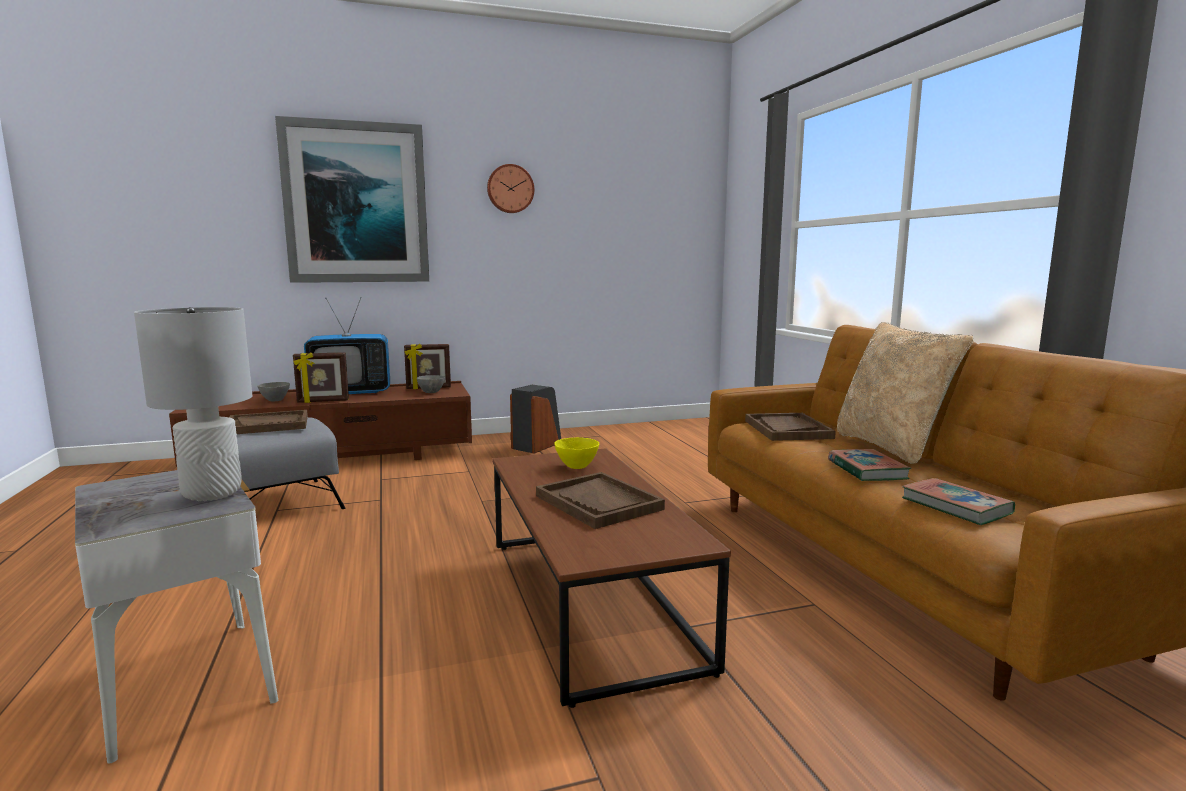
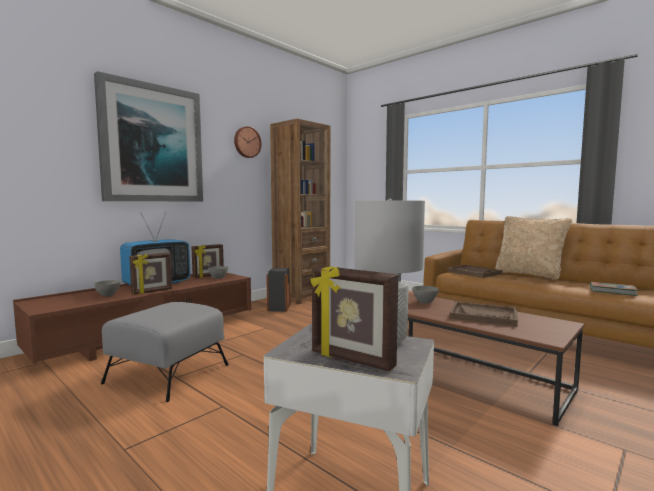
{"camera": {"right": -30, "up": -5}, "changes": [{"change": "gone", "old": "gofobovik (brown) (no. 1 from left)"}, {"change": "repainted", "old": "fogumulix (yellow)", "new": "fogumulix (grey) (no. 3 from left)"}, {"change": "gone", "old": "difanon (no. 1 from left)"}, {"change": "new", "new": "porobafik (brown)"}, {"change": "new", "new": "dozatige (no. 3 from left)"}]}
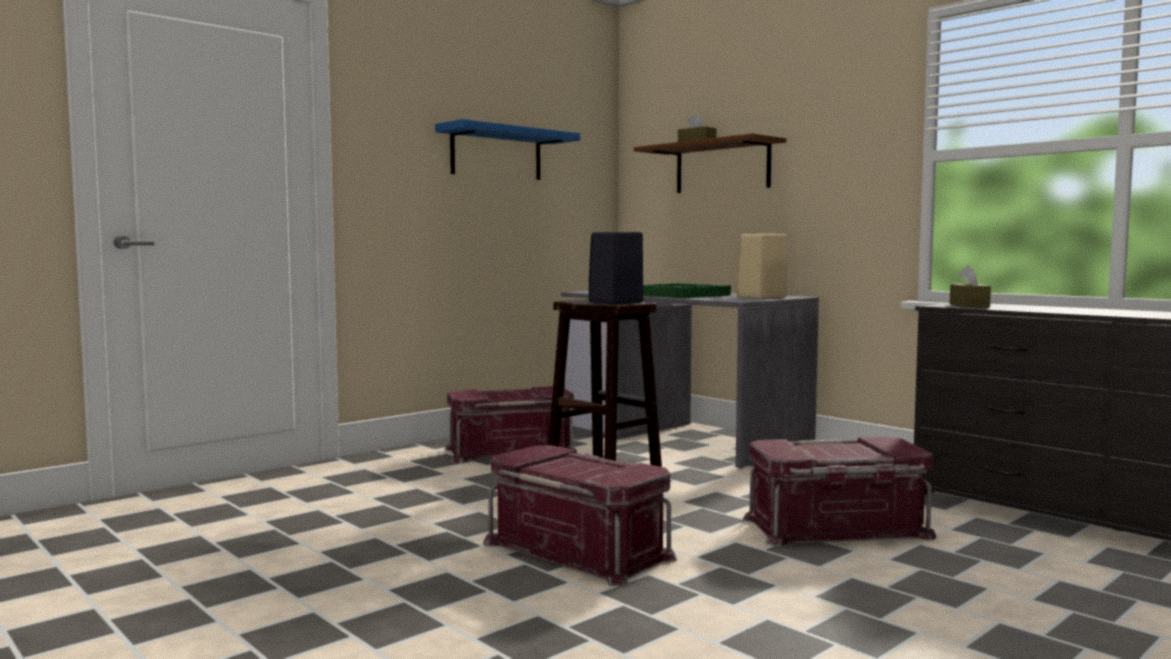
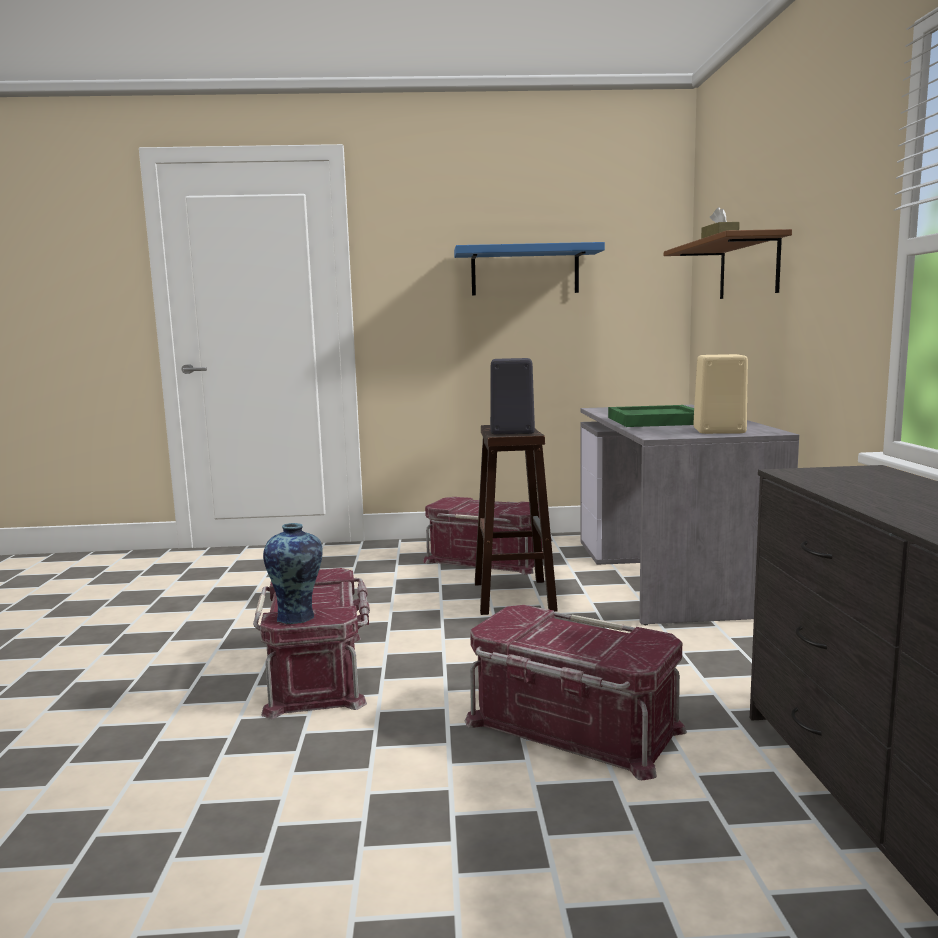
{"camera": {"right": 40, "up": 5}, "changes": [{"change": "gone", "old": "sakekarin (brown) (no. 2 from left)"}, {"change": "new", "new": "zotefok"}]}
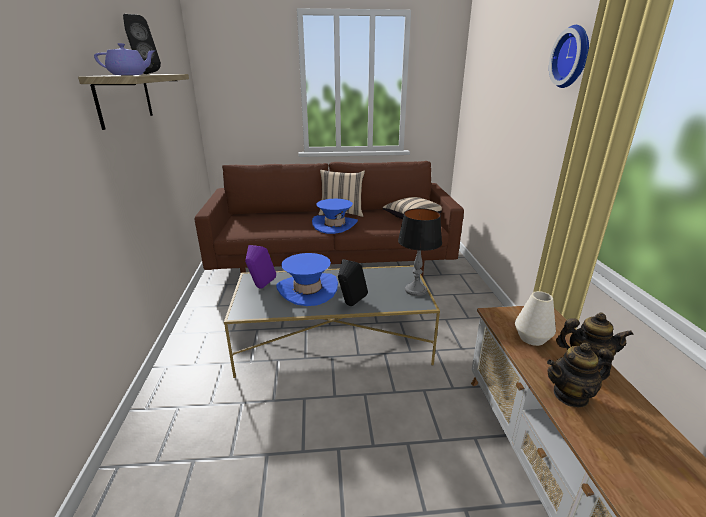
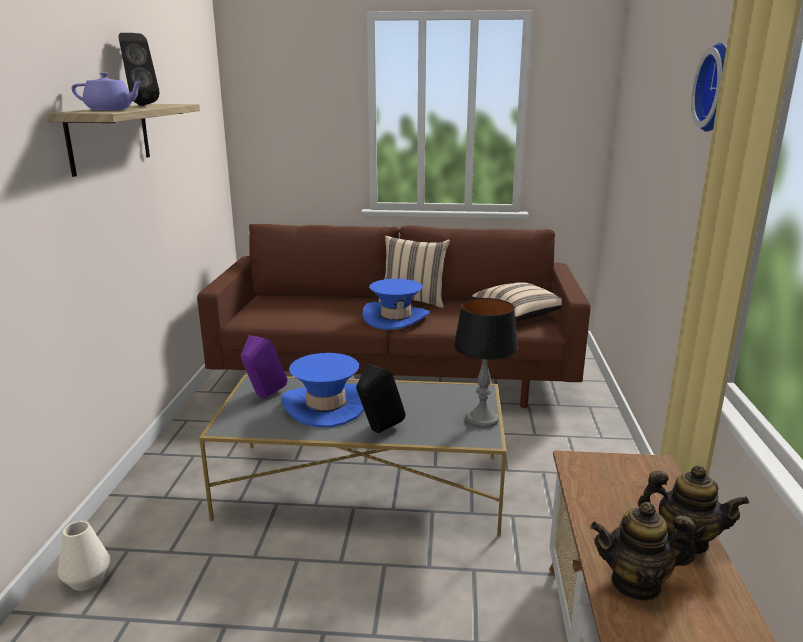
{"camera": {"right": 10, "up": -5}, "changes": [{"change": "shifted", "old": "zotefok (white)"}]}
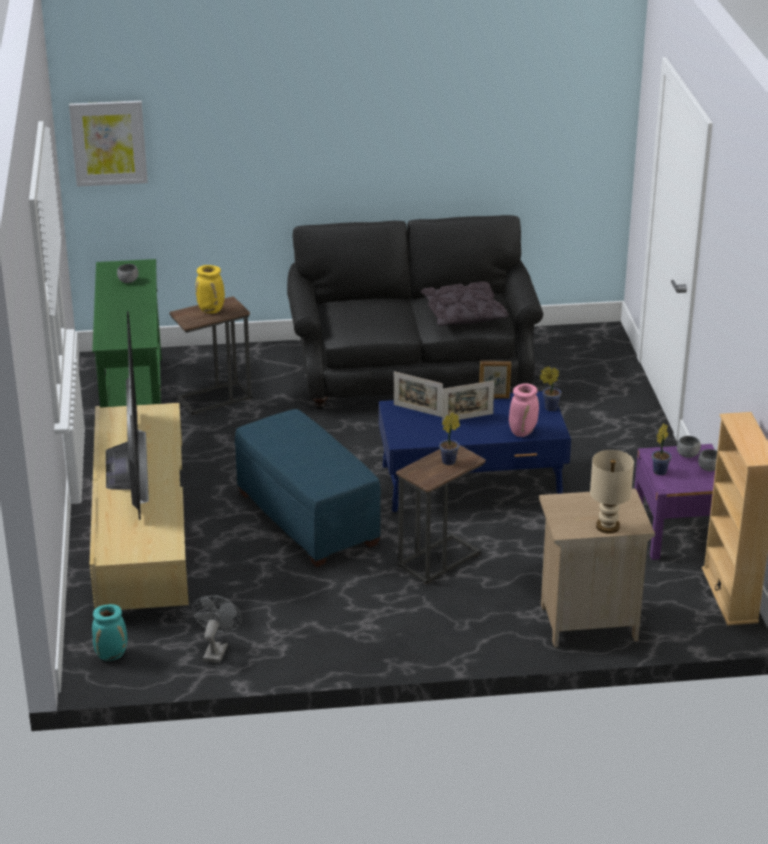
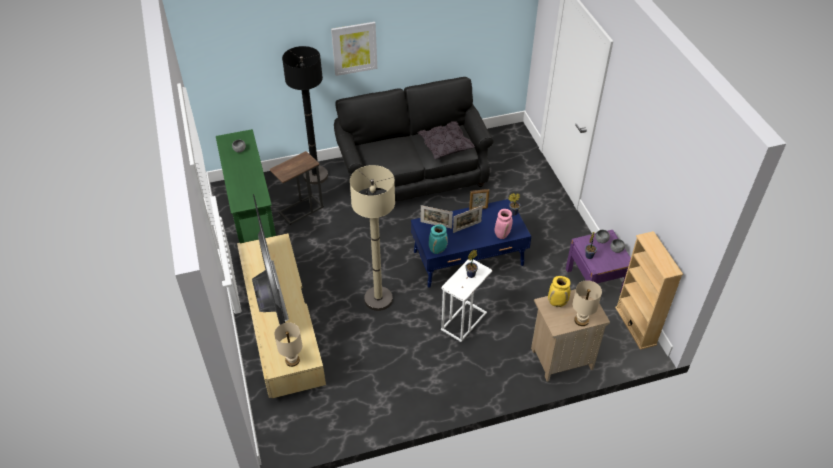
{"camera": {"right": -10, "up": 15}, "changes": [{"change": "shifted", "old": "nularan"}, {"change": "shifted", "old": "zotefok (yellow)"}, {"change": "swapped", "old": "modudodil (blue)", "new": "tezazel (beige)"}, {"change": "repainted", "old": "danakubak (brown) (no. 2 from left)", "new": "danakubak (white)"}, {"change": "gone", "old": "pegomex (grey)"}, {"change": "shifted", "old": "zotefok (turquoise)"}, {"change": "new", "new": "tezazel (black)"}, {"change": "new", "new": "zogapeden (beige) (no. 1 from left)"}]}
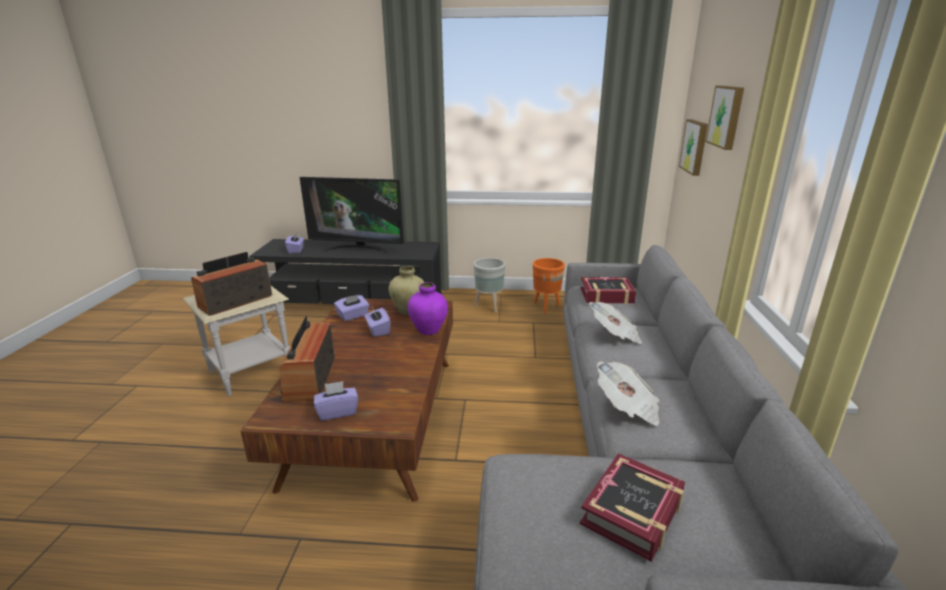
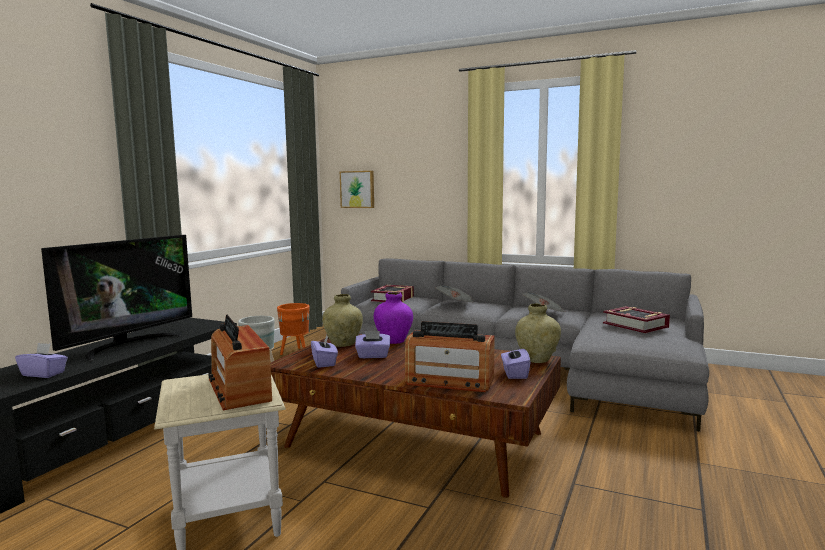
{"camera": {"right": -70, "up": -15}, "changes": [{"change": "gone", "old": "nularan (no. 2 from left)"}, {"change": "new", "new": "zotefok (beige) (no. 2 from left)"}]}
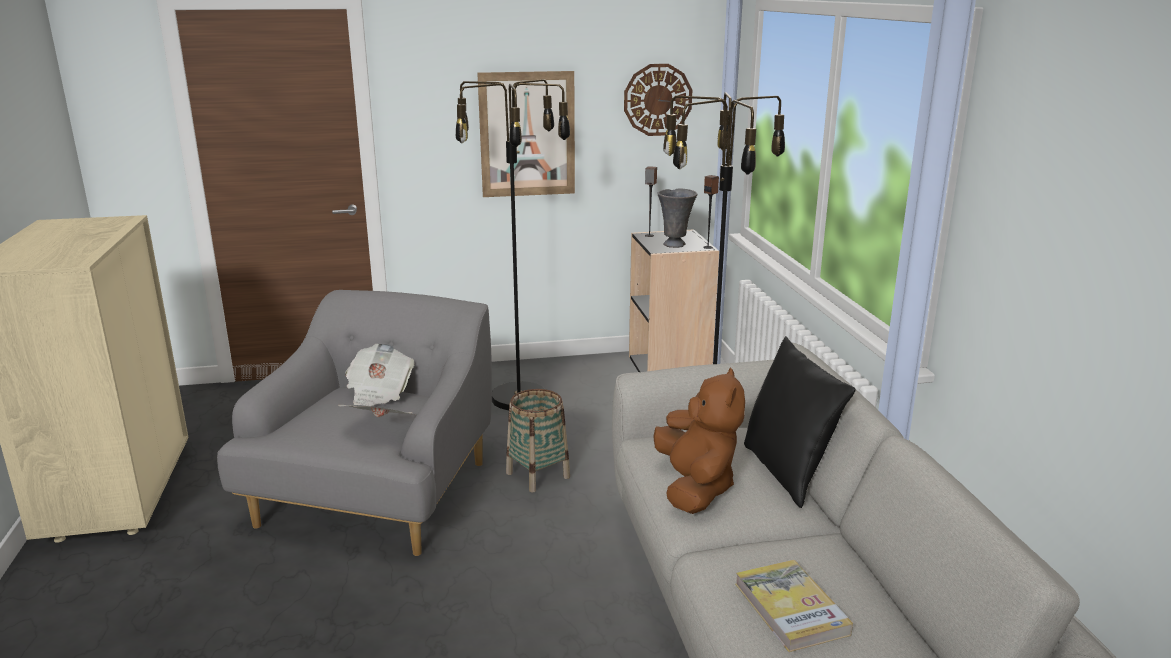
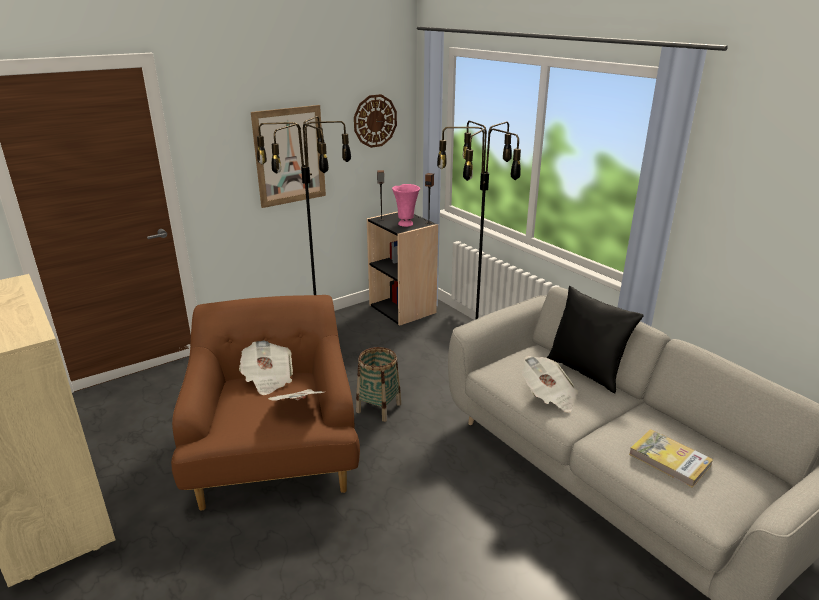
{"camera": {"right": -25, "up": 5}, "changes": [{"change": "repainted", "old": "zotefok (grey)", "new": "zotefok (pink)"}, {"change": "repainted", "old": "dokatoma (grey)", "new": "dokatoma (brown)"}, {"change": "swapped", "old": "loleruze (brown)", "new": "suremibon (no. 3 from left)"}]}
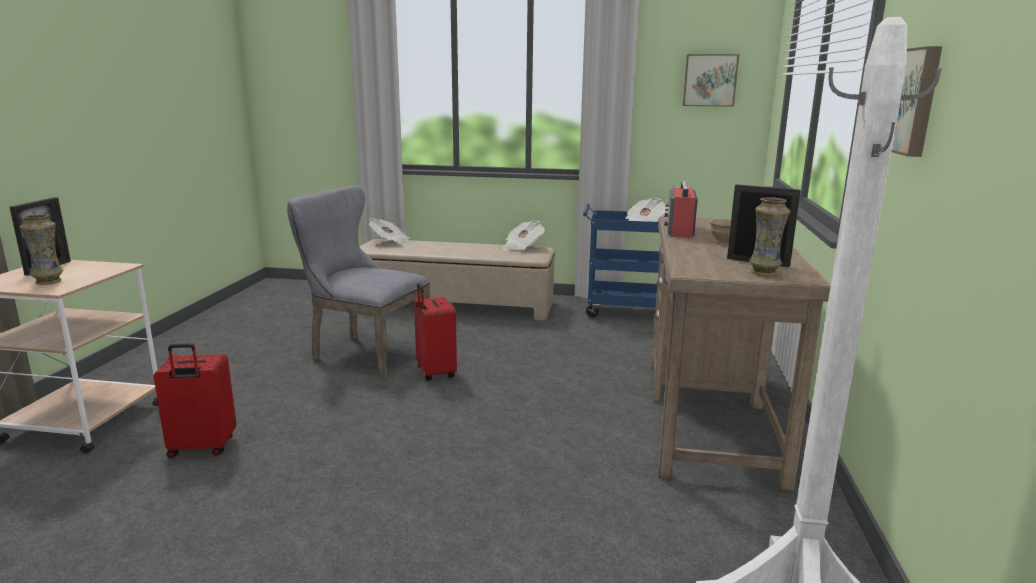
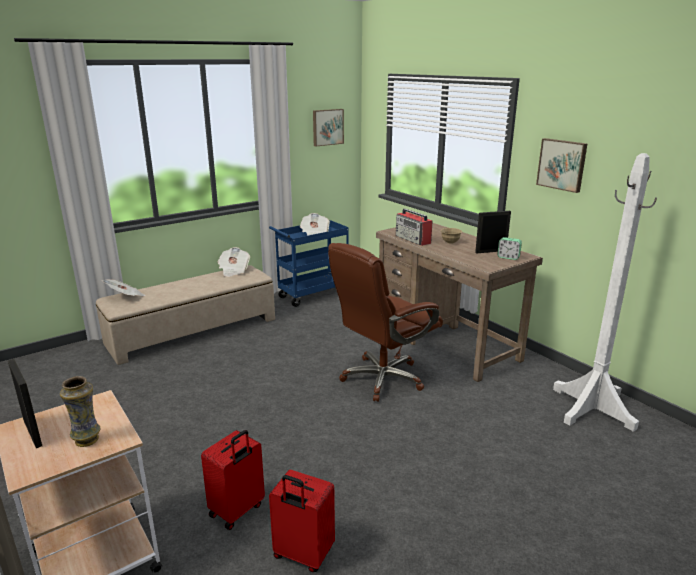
{"camera": {"right": -45, "up": 5}, "changes": [{"change": "gone", "old": "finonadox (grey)"}, {"change": "swapped", "old": "zotefok (no. 2 from left)", "new": "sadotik"}, {"change": "shifted", "old": "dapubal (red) (no. 2 from left)"}, {"change": "new", "new": "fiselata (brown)"}]}
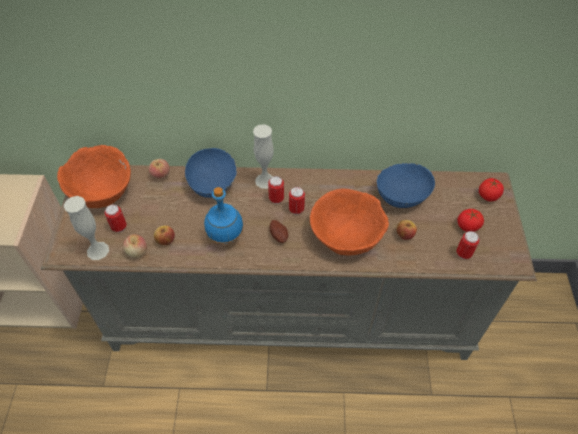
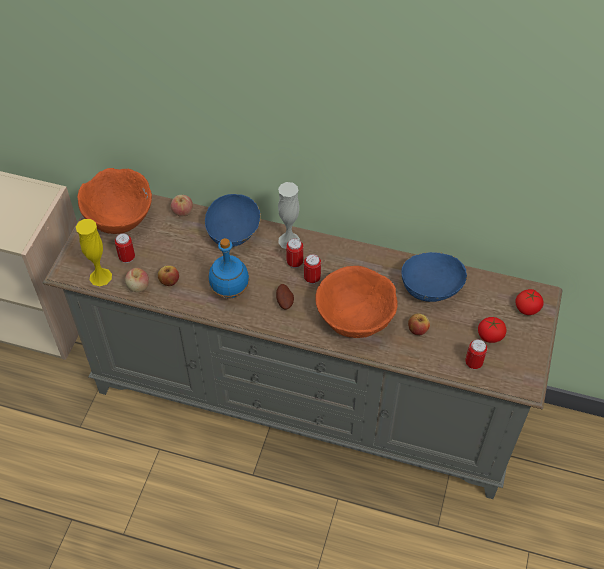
{"camera": {"right": 15, "up": 0}, "changes": [{"change": "repainted", "old": "zotefok (white) (no. 1 from left)", "new": "zotefok (yellow)"}]}
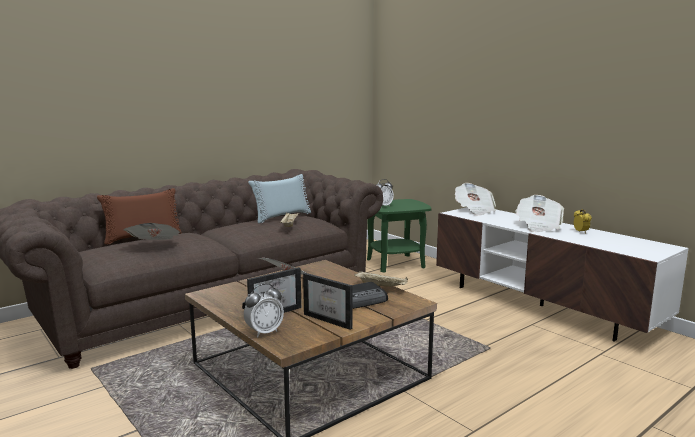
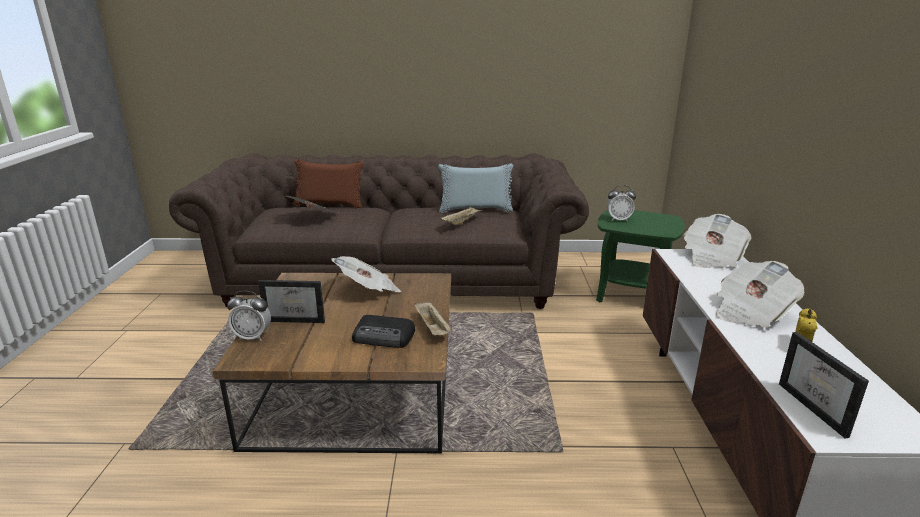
{"camera": {"right": 40, "up": 10}, "changes": [{"change": "shifted", "old": "dozatige (no. 2 from left)"}]}
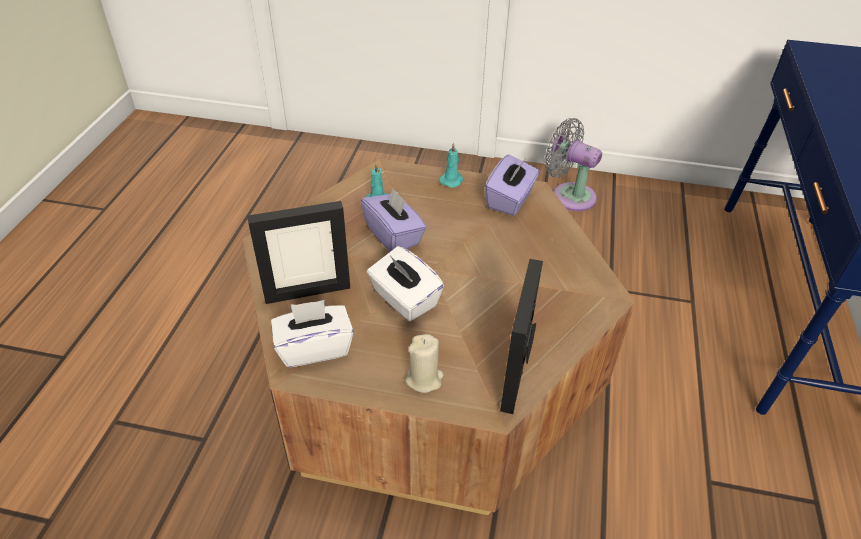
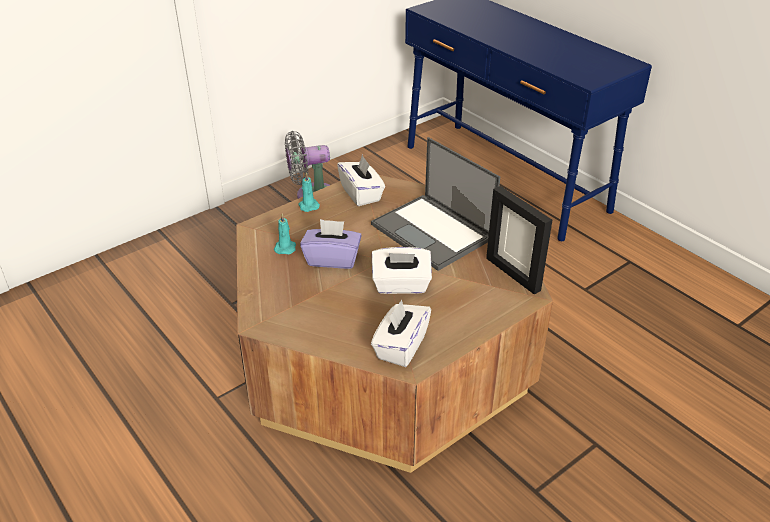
{"camera": {"right": -50, "up": -5}, "changes": [{"change": "repainted", "old": "sakekarin (purple) (no. 2 from left)", "new": "sakekarin (white) (no. 1 from left)"}, {"change": "gone", "old": "dozatige (no. 1 from left)"}, {"change": "gone", "old": "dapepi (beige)"}, {"change": "new", "new": "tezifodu"}]}
